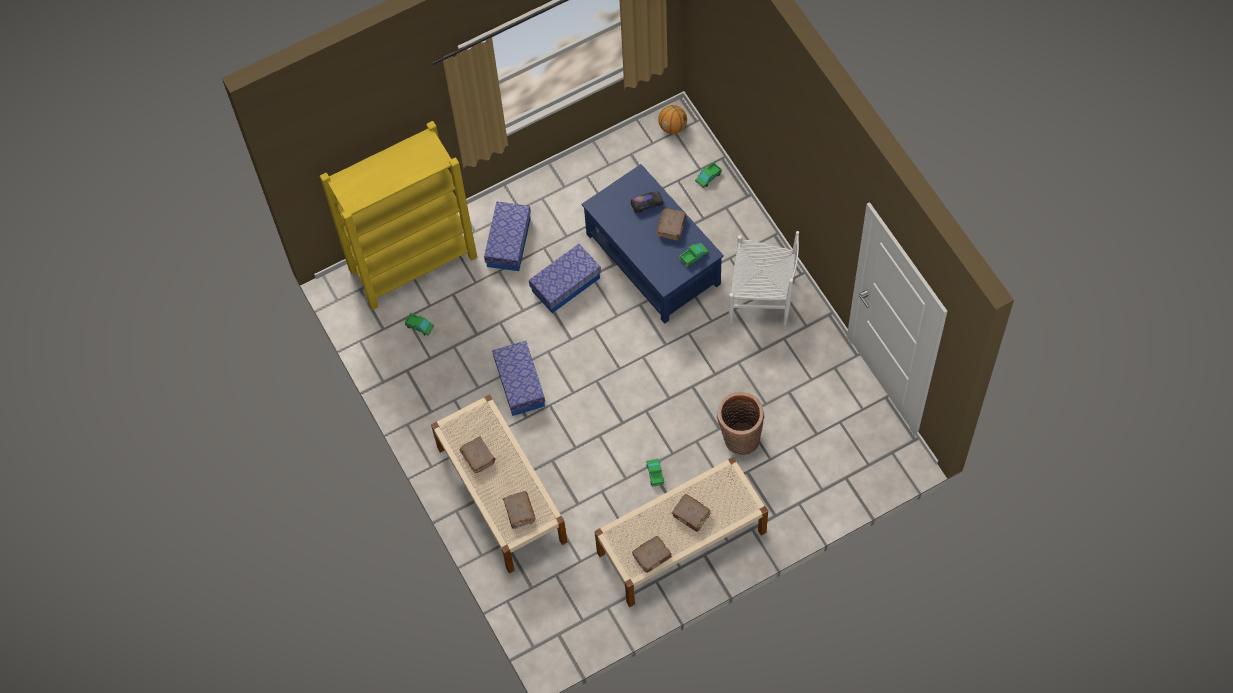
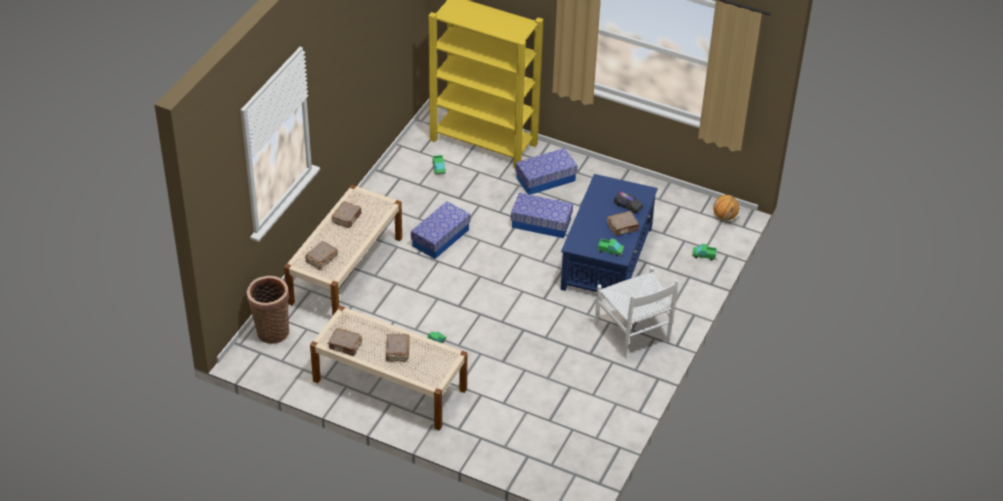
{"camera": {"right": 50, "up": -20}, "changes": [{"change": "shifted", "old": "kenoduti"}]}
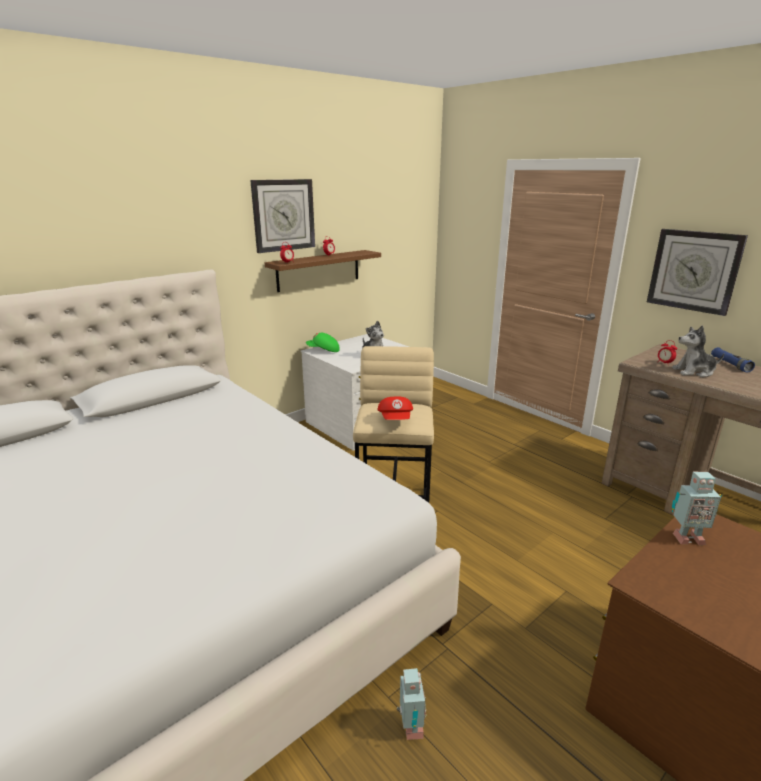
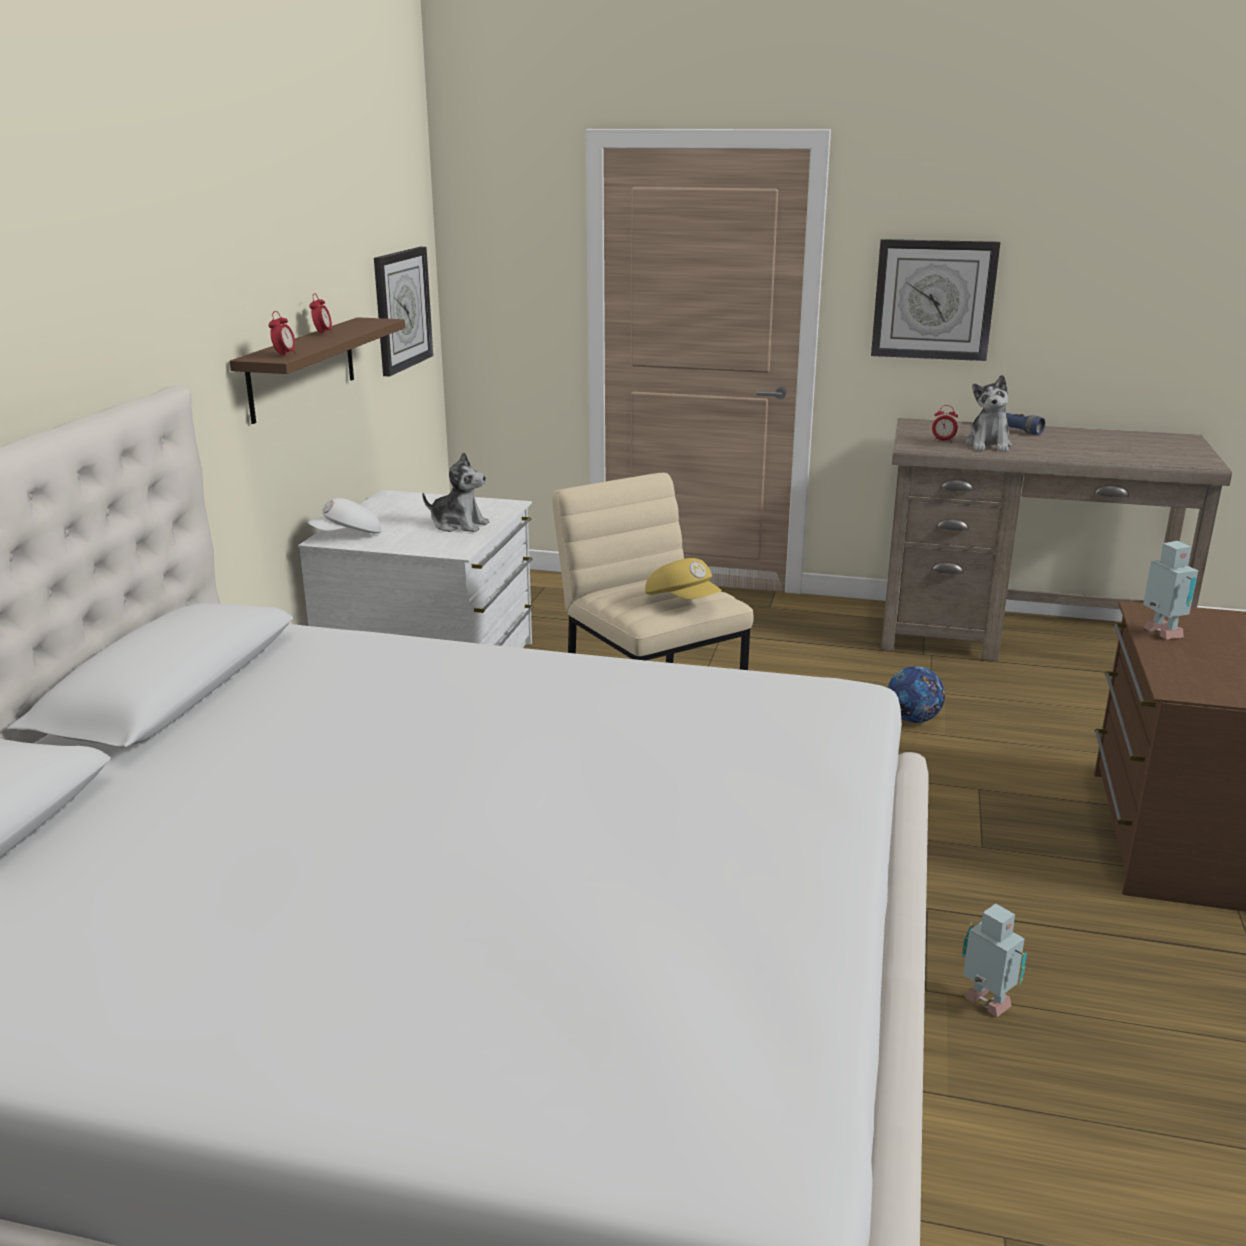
{"camera": {"right": -35, "up": 0}, "changes": [{"change": "shifted", "old": "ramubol (no. 1 from left)"}, {"change": "rotated", "old": "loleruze (no. 2 from left)", "degrees": -45}, {"change": "repainted", "old": "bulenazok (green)", "new": "bulenazok (white)"}, {"change": "repainted", "old": "bulenazok (red)", "new": "bulenazok (yellow)"}, {"change": "rotated", "old": "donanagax (no. 2 from left)", "degrees": -75}, {"change": "new", "new": "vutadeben"}]}
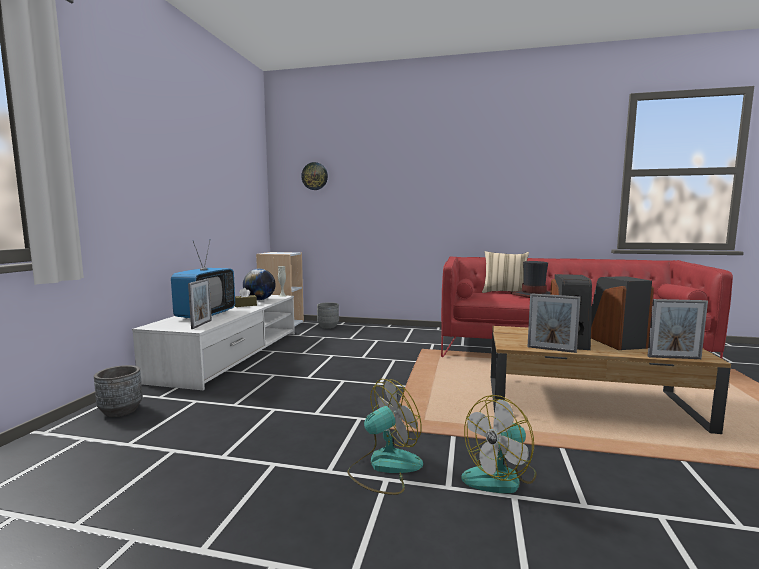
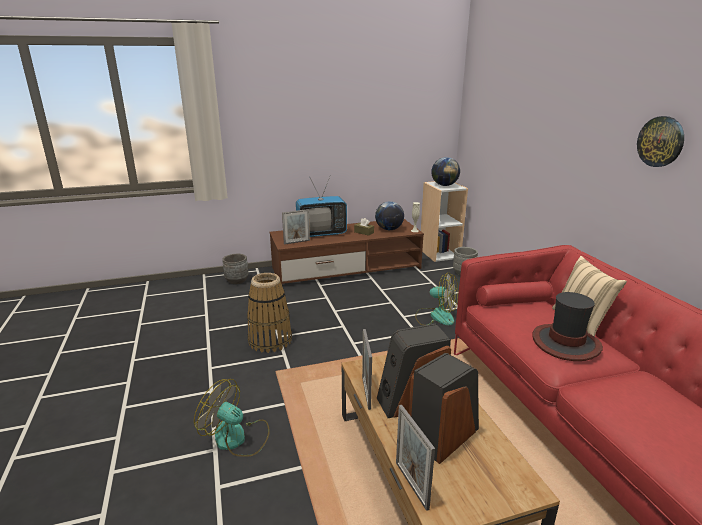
{"camera": {"right": 60, "up": 15}, "changes": [{"change": "shifted", "old": "ramubol"}, {"change": "repainted", "old": "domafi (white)", "new": "domafi (brown)"}, {"change": "shifted", "old": "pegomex (no. 1 from left in the first image)", "new": "pegomex (no. 2 from left)"}, {"change": "new", "new": "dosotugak (no. 2 from left)"}, {"change": "new", "new": "kenoduti"}]}
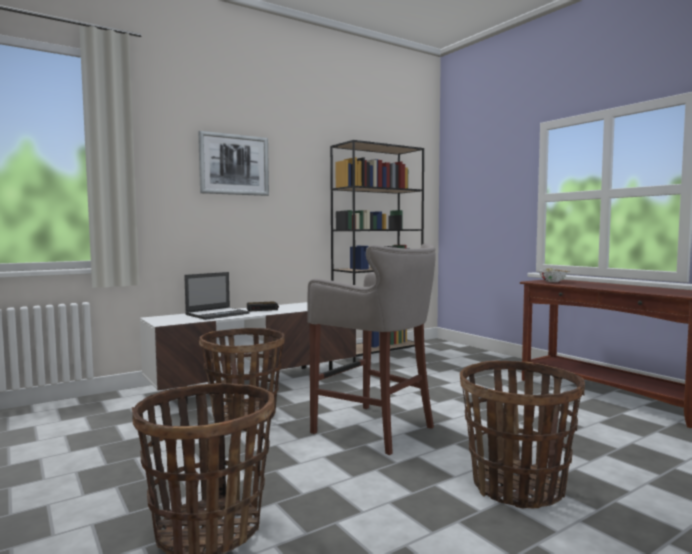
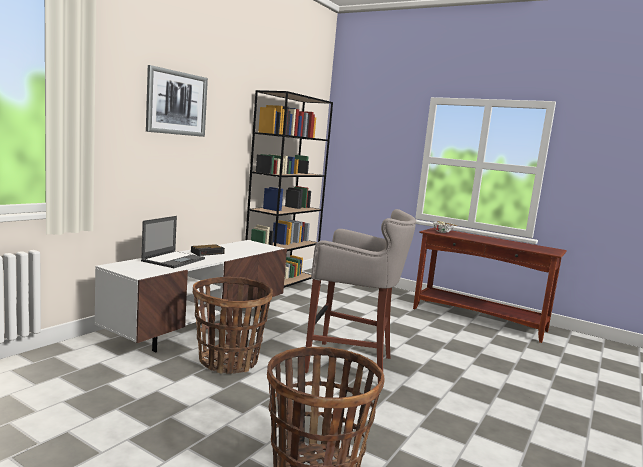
{"camera": {"right": -25, "up": 5}, "changes": [{"change": "gone", "old": "kenoduti (no. 3 from left)"}]}
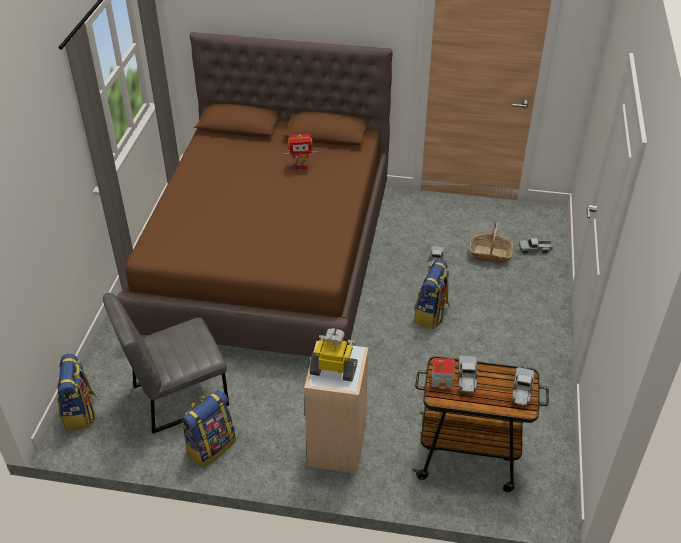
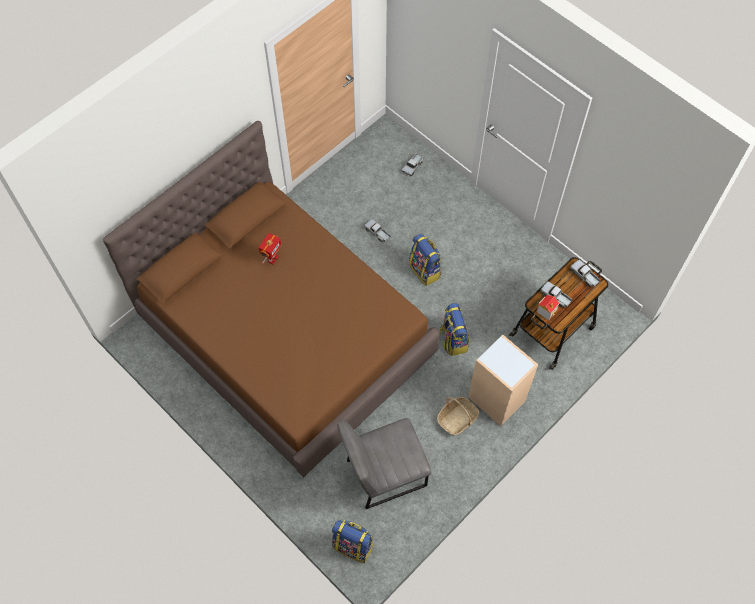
{"camera": {"right": -55, "up": 20}, "changes": [{"change": "shifted", "old": "kenoduti"}, {"change": "rotated", "old": "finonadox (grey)", "degrees": 60}, {"change": "gone", "old": "donanagax (no. 2 from left)"}, {"change": "shifted", "old": "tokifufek (no. 2 from left in the first image)", "new": "tokifufek (no. 3 from left)"}]}
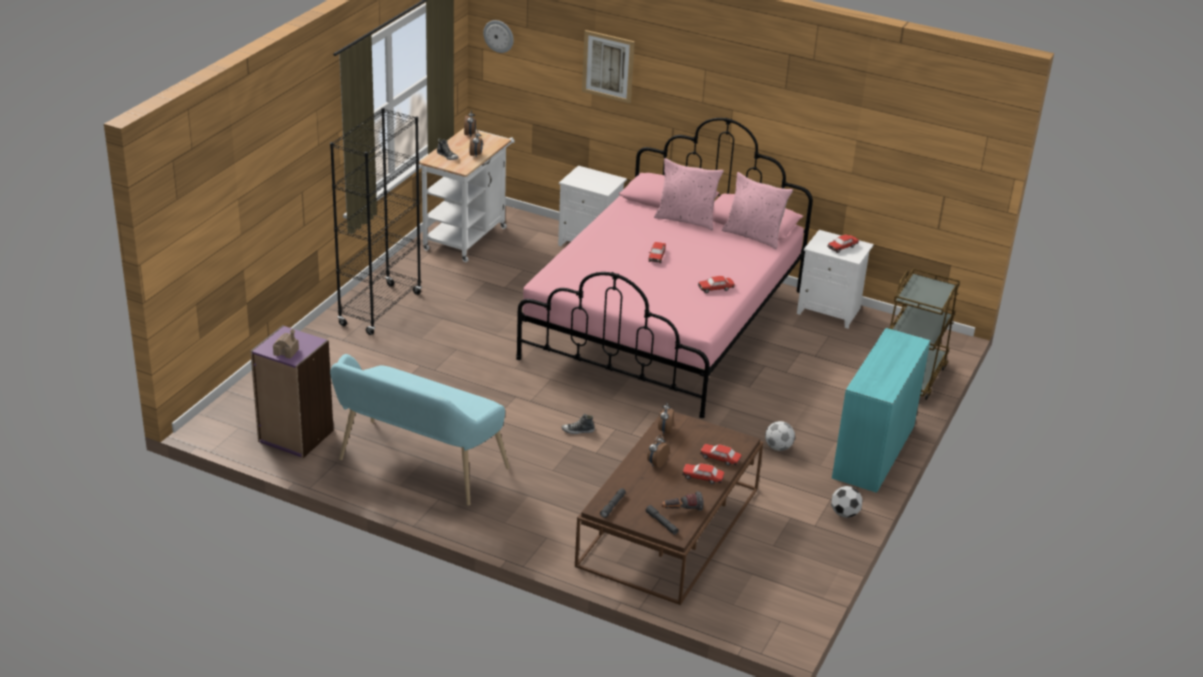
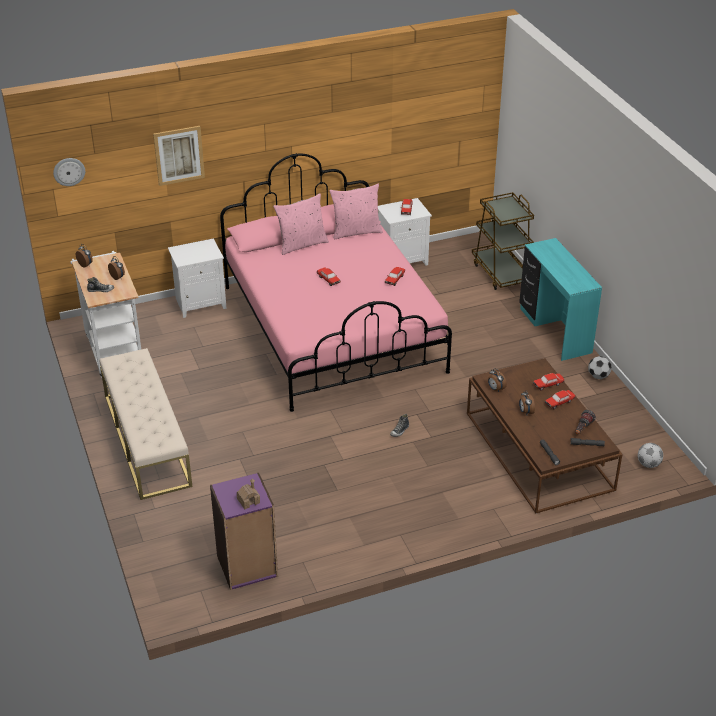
{"camera": {"right": -45, "up": 5}, "changes": [{"change": "swapped", "old": "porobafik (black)", "new": "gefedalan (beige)"}, {"change": "gone", "old": "gefedalan (turquoise)"}, {"change": "shifted", "old": "vutadeben (no. 1 from left in the first image)", "new": "vutadeben (no. 2 from left)"}]}
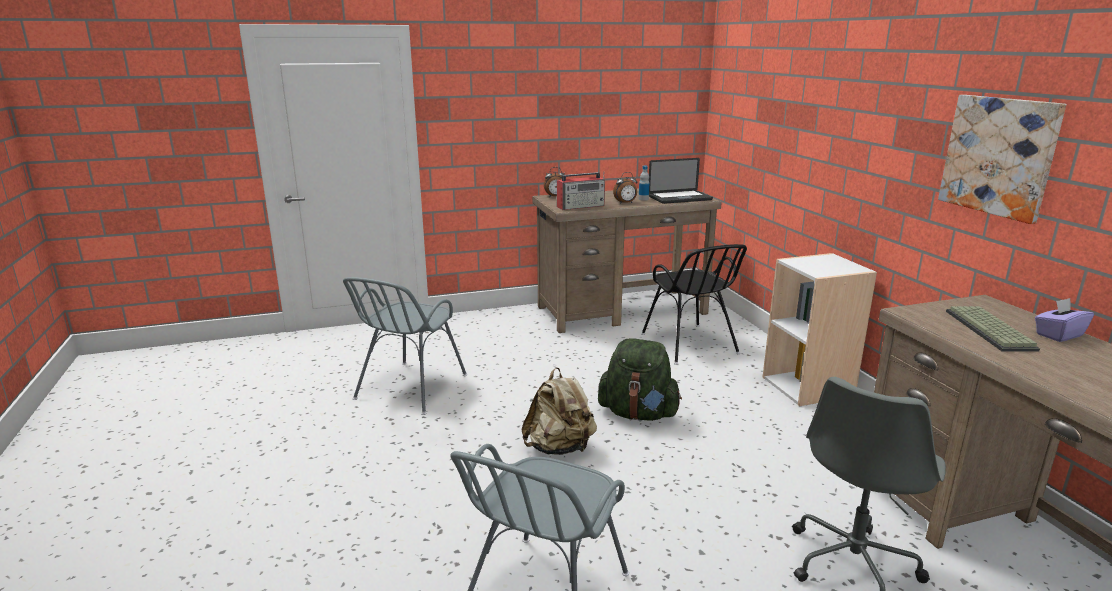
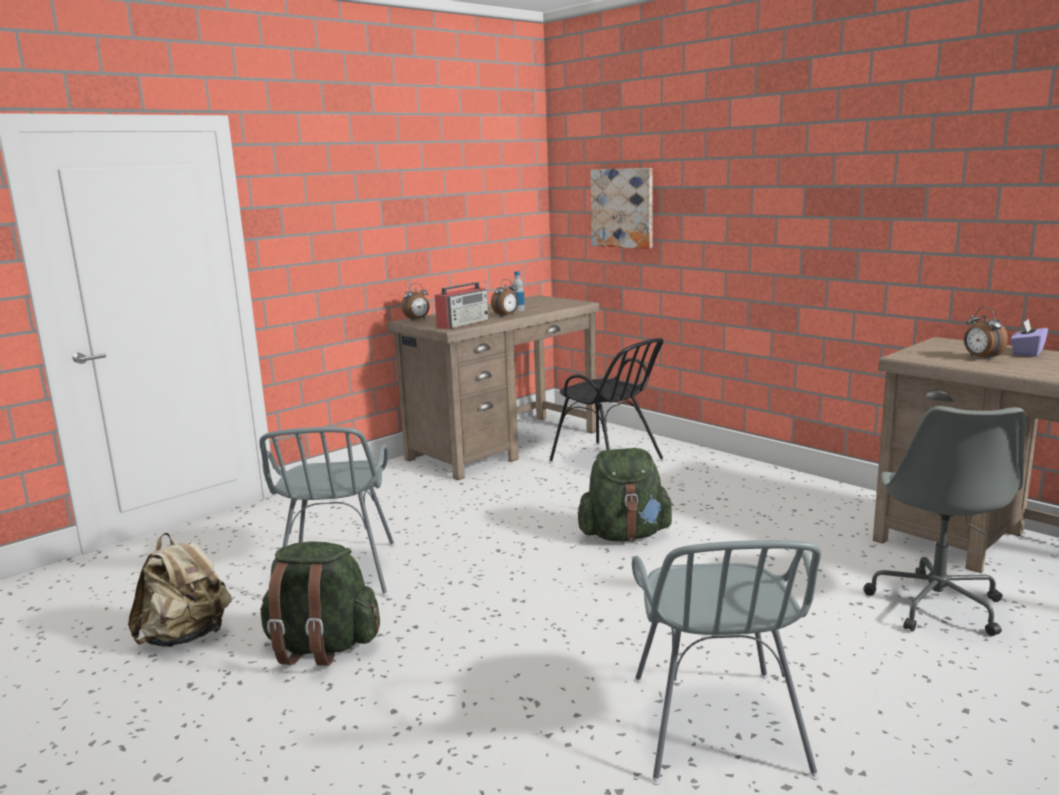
{"camera": {"right": -25, "up": -5}, "changes": [{"change": "shifted", "old": "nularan"}, {"change": "gone", "old": "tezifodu"}, {"change": "gone", "old": "porobafik"}, {"change": "swapped", "old": "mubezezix", "new": "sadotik (no. 3 from left)"}, {"change": "shifted", "old": "tokifufek (beige)"}, {"change": "new", "new": "tokifufek (green) (no. 1 from left)"}]}
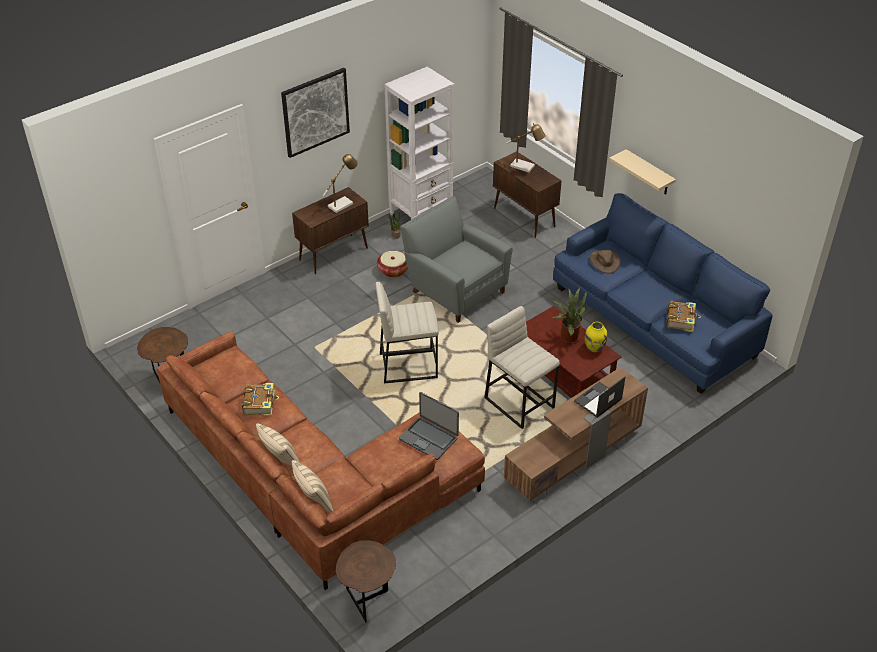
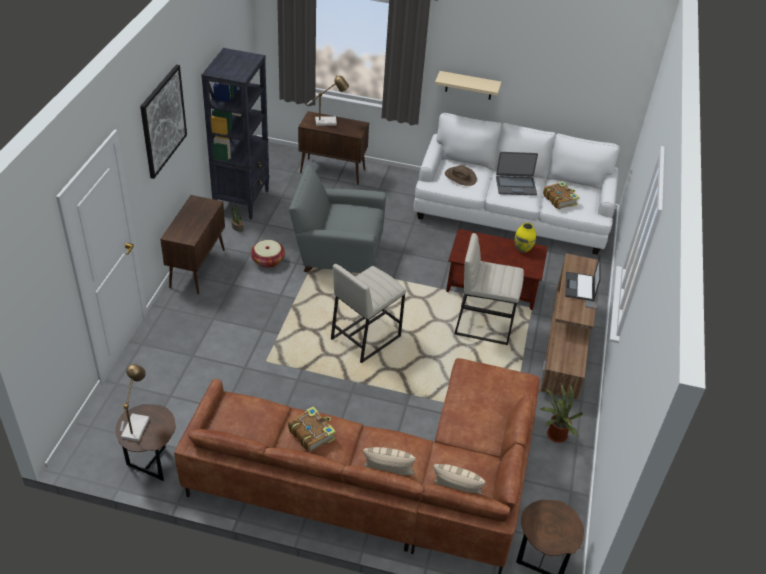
{"camera": {"right": -40, "up": 0}, "changes": [{"change": "repainted", "old": "porobafik (white)", "new": "porobafik (black)"}, {"change": "shifted", "old": "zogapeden (no. 1 from left)"}, {"change": "repainted", "old": "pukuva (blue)", "new": "pukuva (white)"}, {"change": "shifted", "old": "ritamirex (no. 2 from left)"}, {"change": "shifted", "old": "tezifodu (no. 1 from left)"}]}
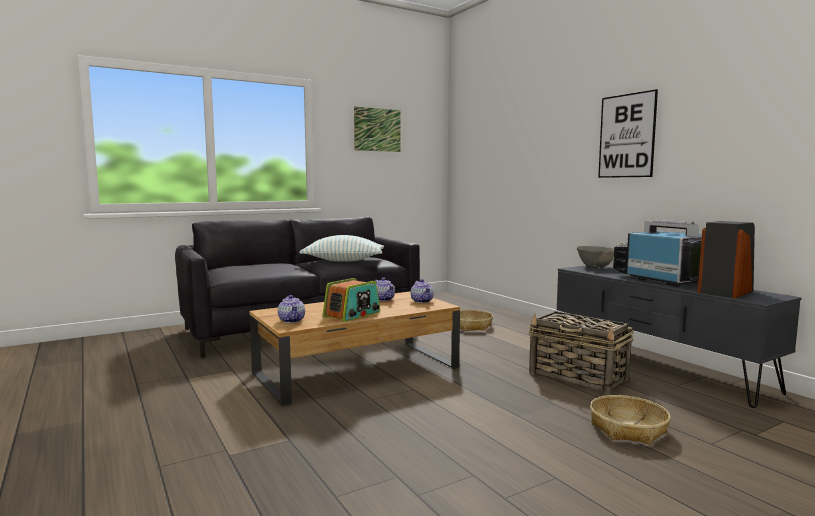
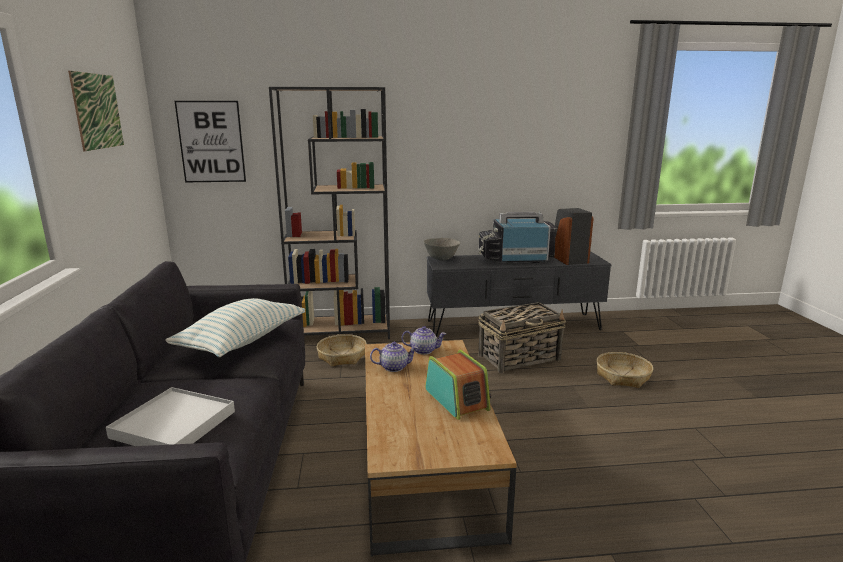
{"camera": {"right": -65, "up": 10}, "changes": [{"change": "shifted", "old": "nularan (no. 2 from left)"}, {"change": "gone", "old": "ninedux (no. 1 from left)"}, {"change": "new", "new": "porobafik"}, {"change": "new", "new": "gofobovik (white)"}]}
